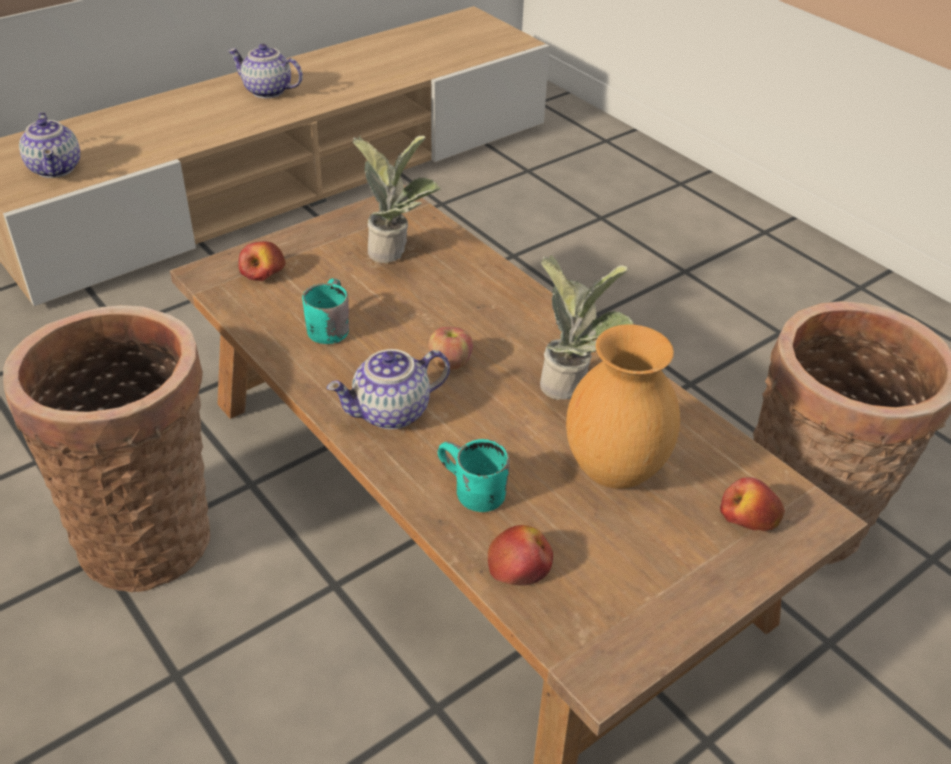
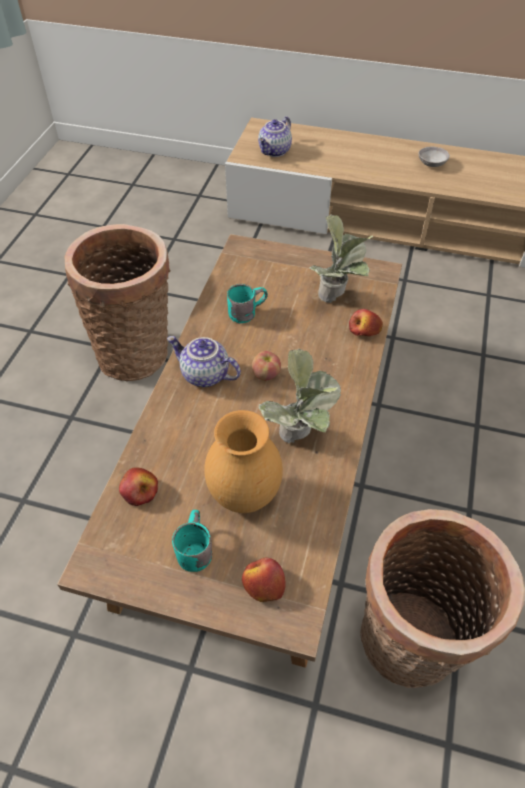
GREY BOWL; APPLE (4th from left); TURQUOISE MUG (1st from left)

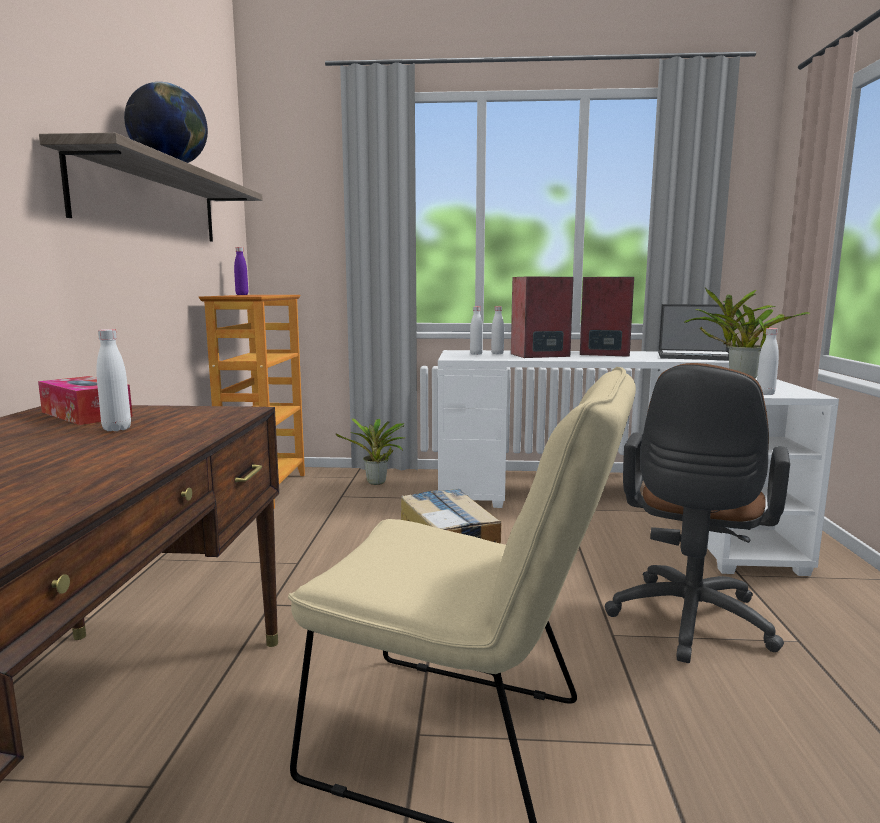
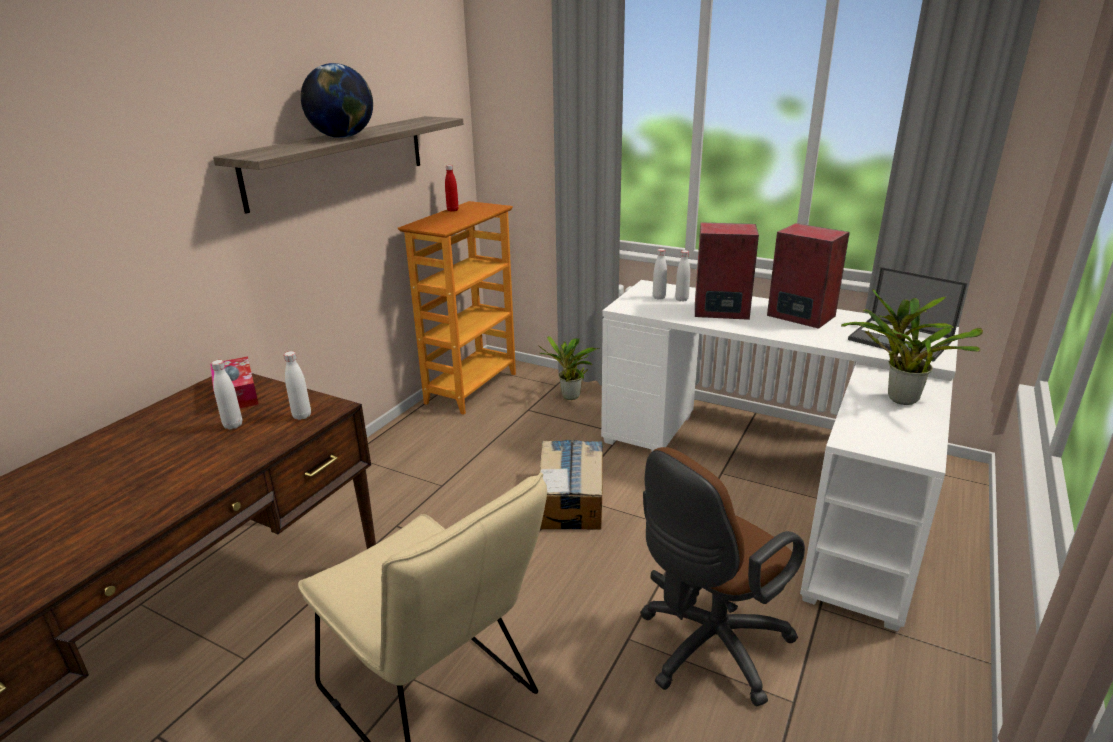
RED BOTTLE; WHITE BOTTLE (2nd from left)

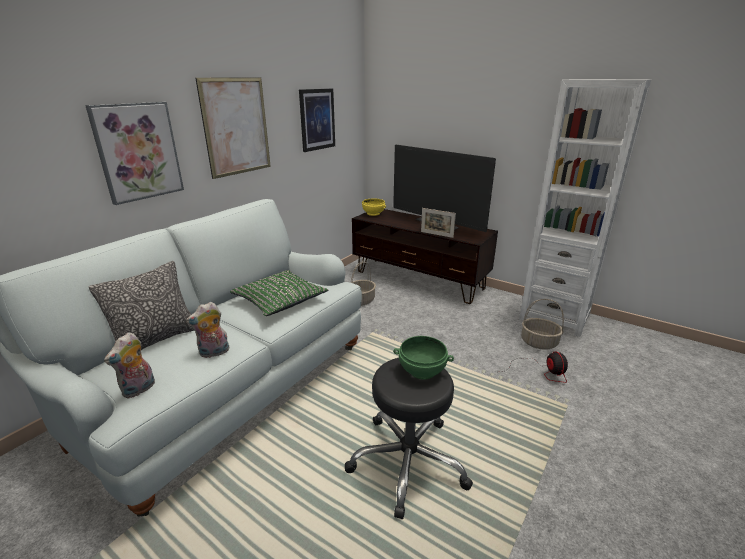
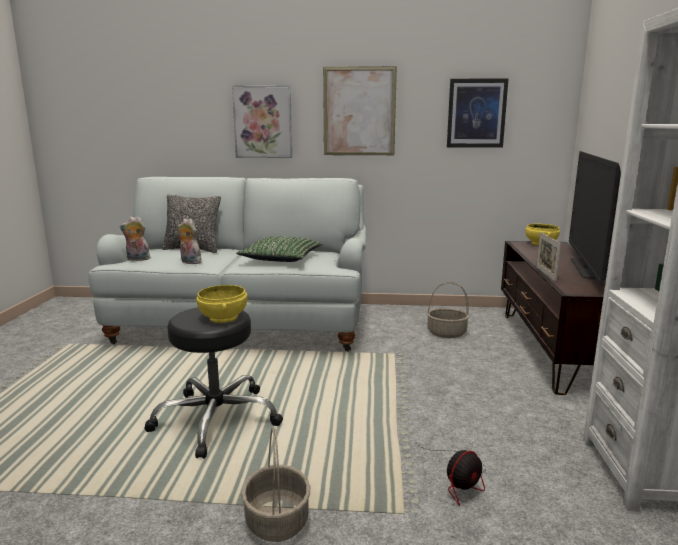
YELLOW BOWL (1st from left); BASKET (1st from left)

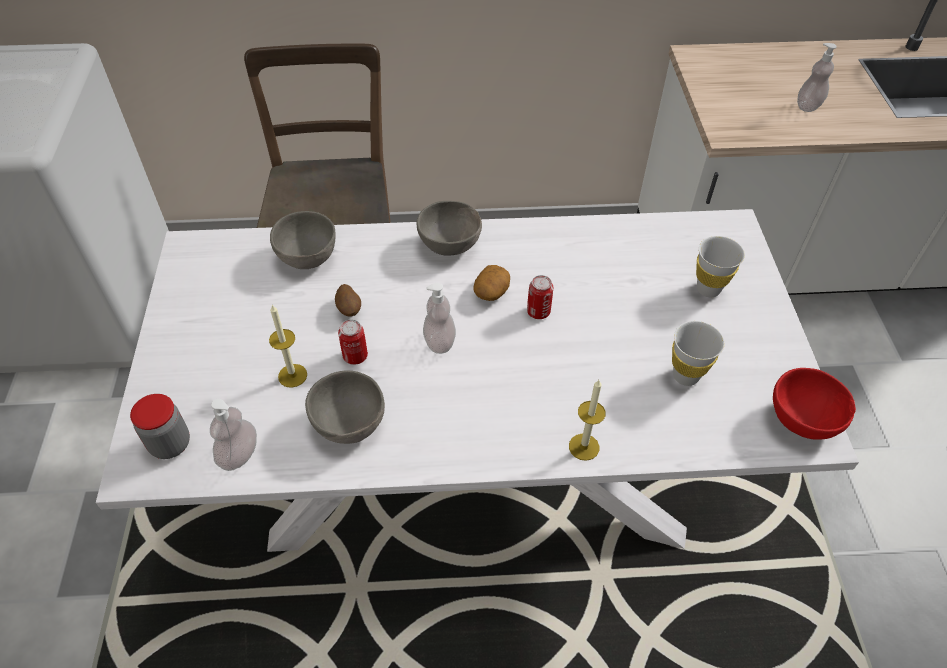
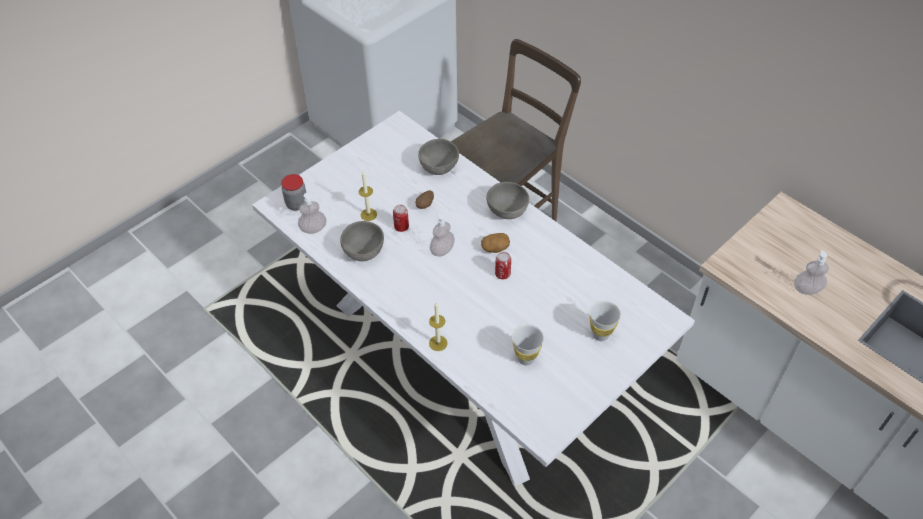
RED BOWL

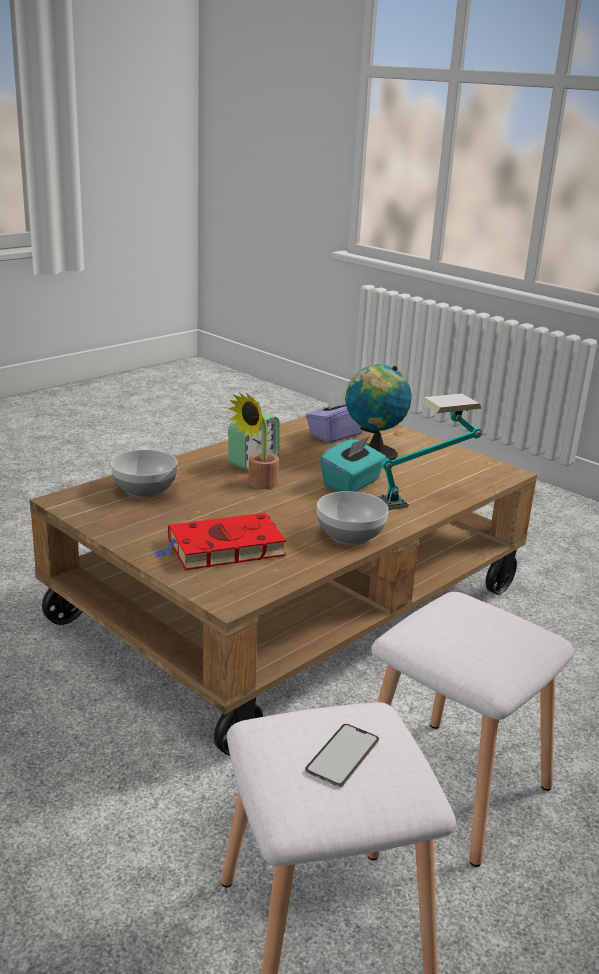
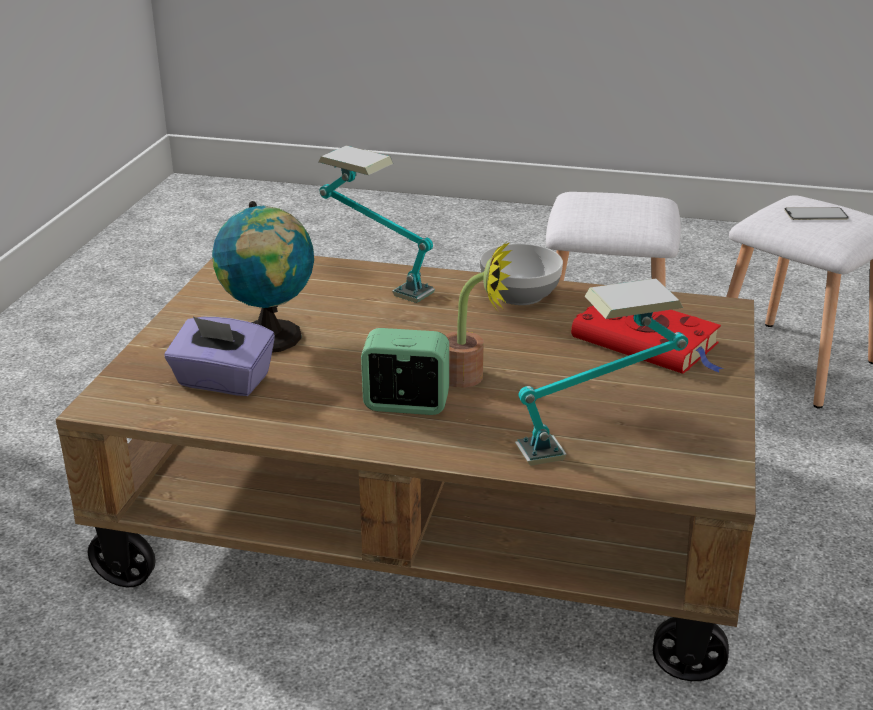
TABLE LAMP (2nd from left); TURQUOISE TISSUE BOX

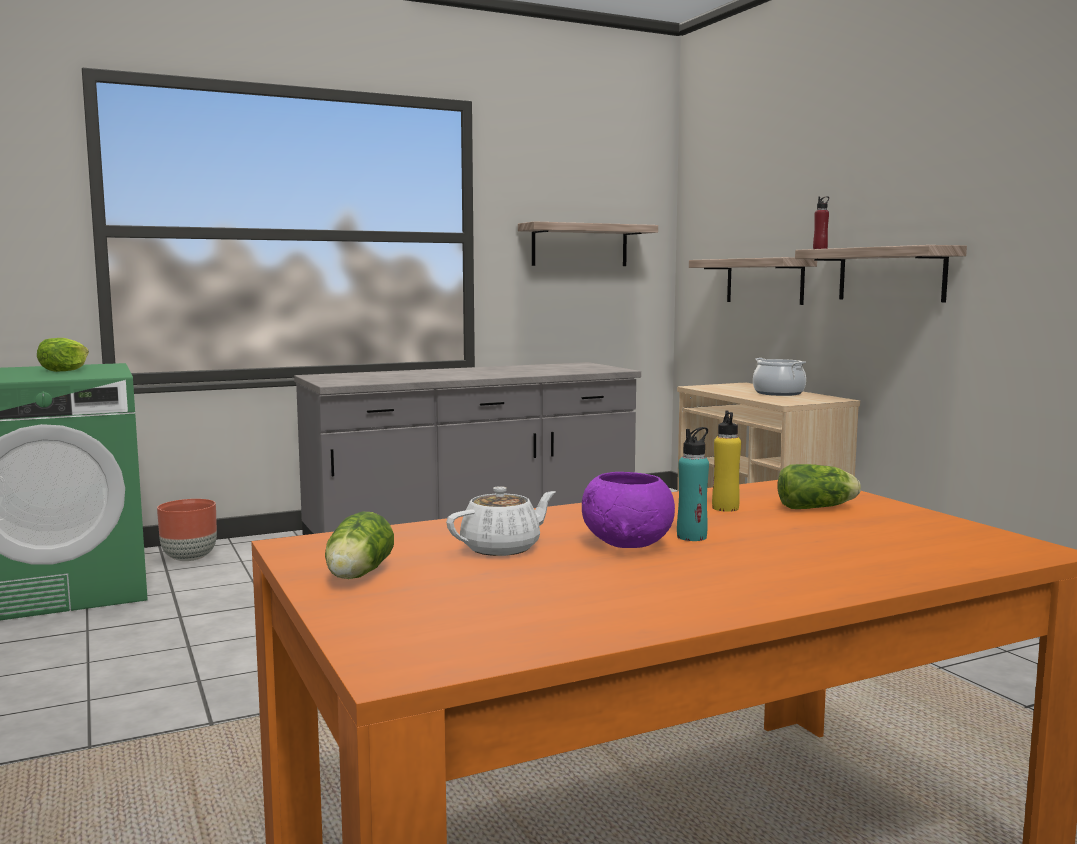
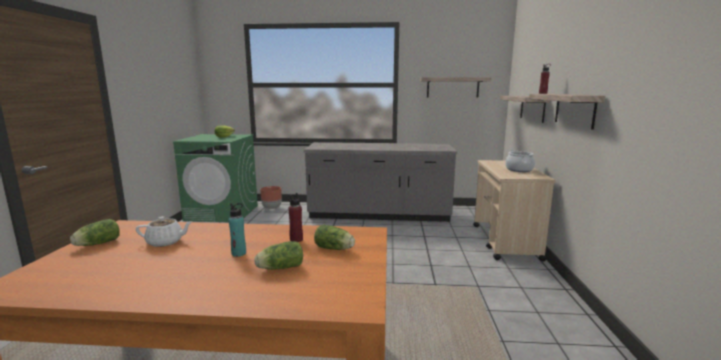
PURPLE BOWL; RED BOTTLE (1st from left); LETTUCE (3rd from left)

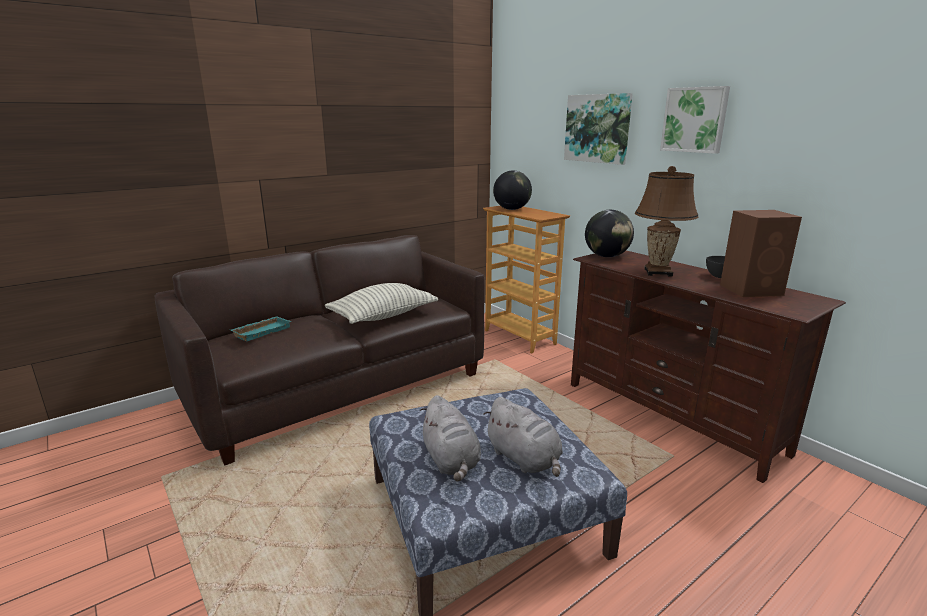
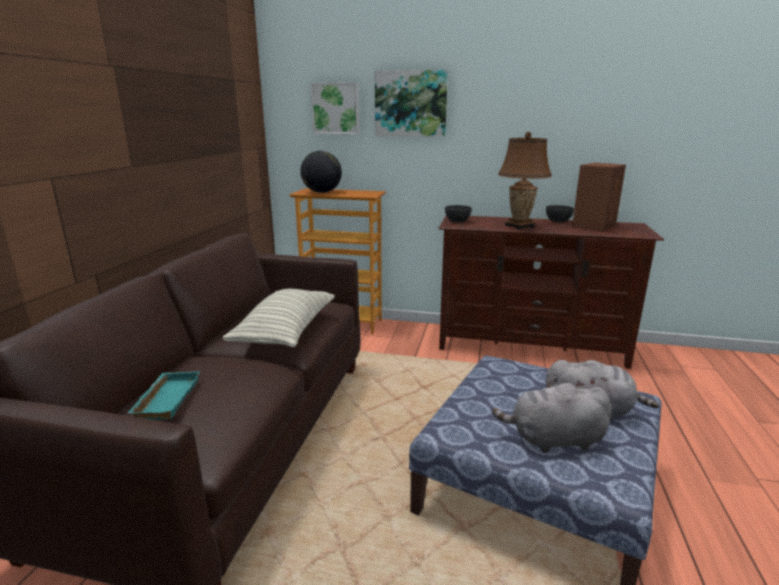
GREY PLUSH TOY (1st from left); GREY BOWL (1st from left); PICTURE (1st from left)

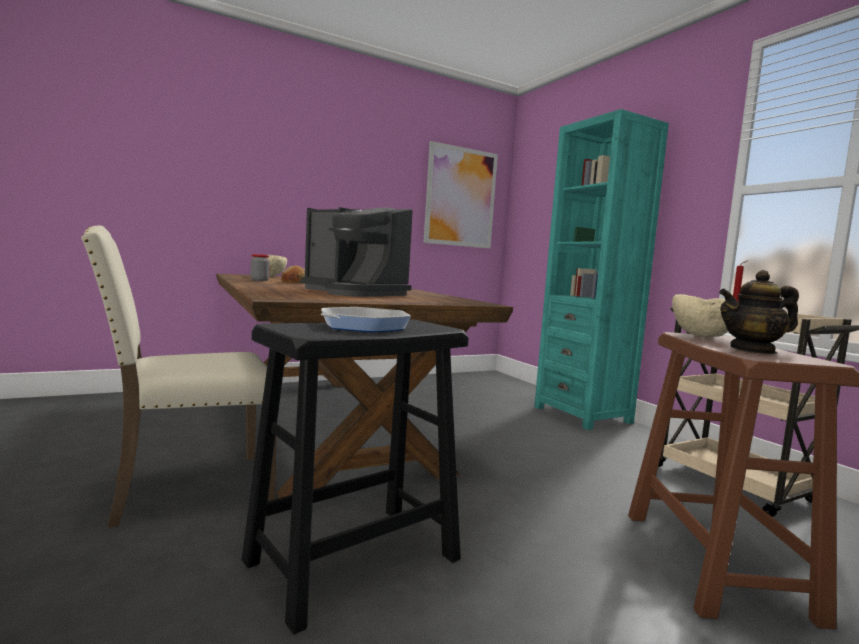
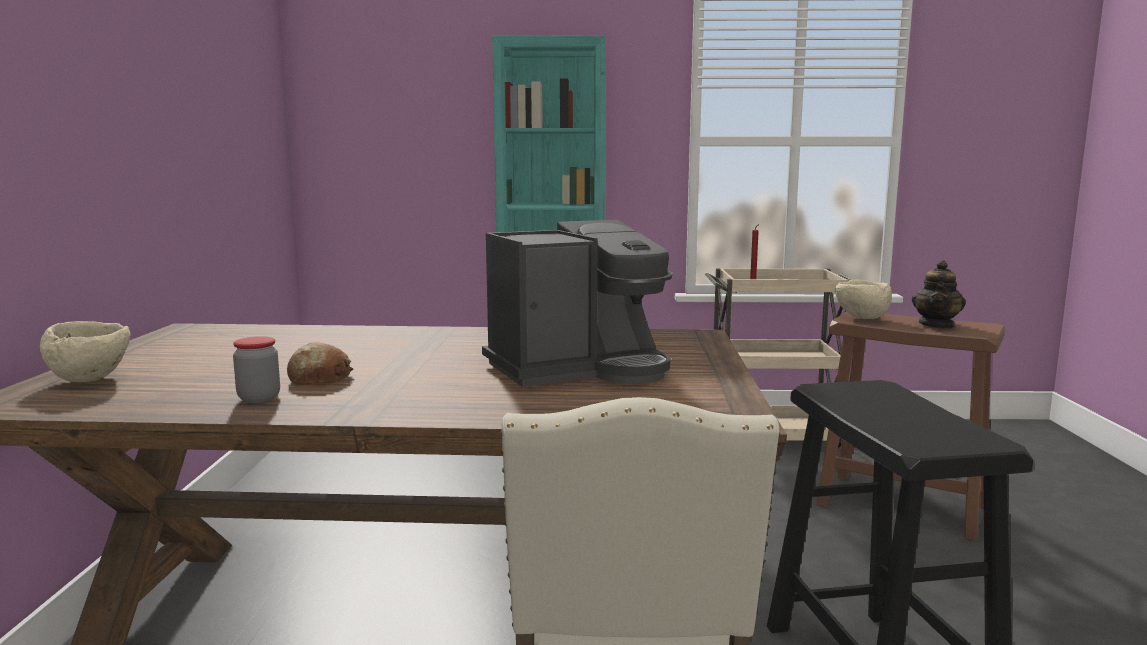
FRYING PAN; PICTURE

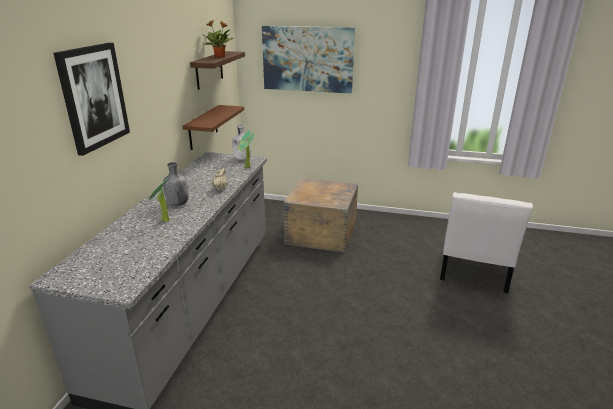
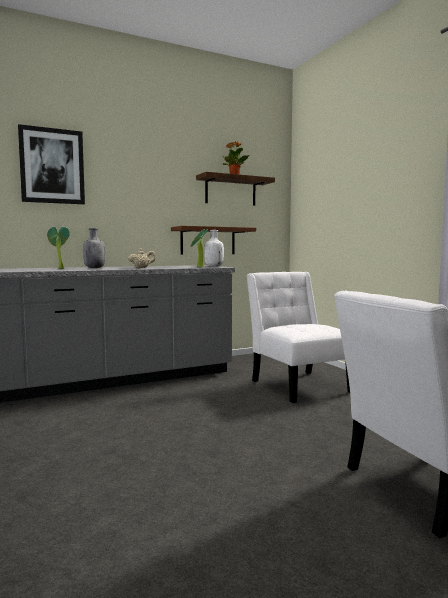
PICTURE (2nd from left in the first image); WHITE CHAIR (1st from left)

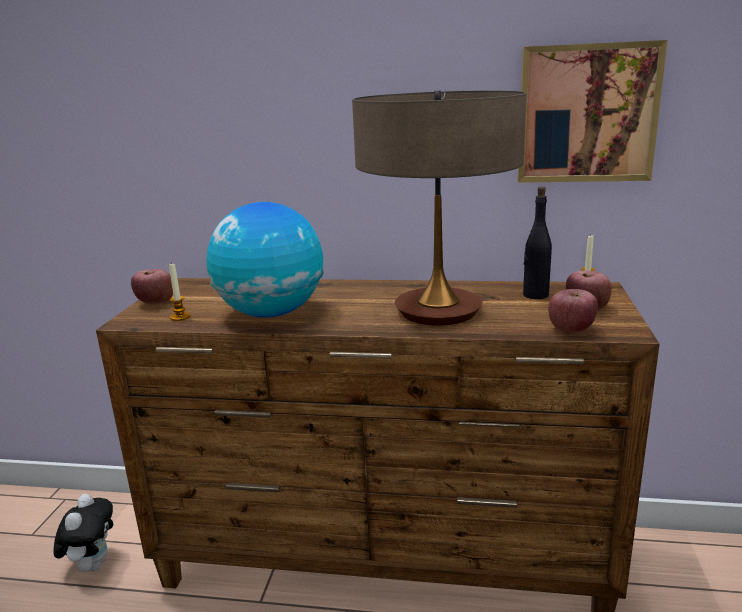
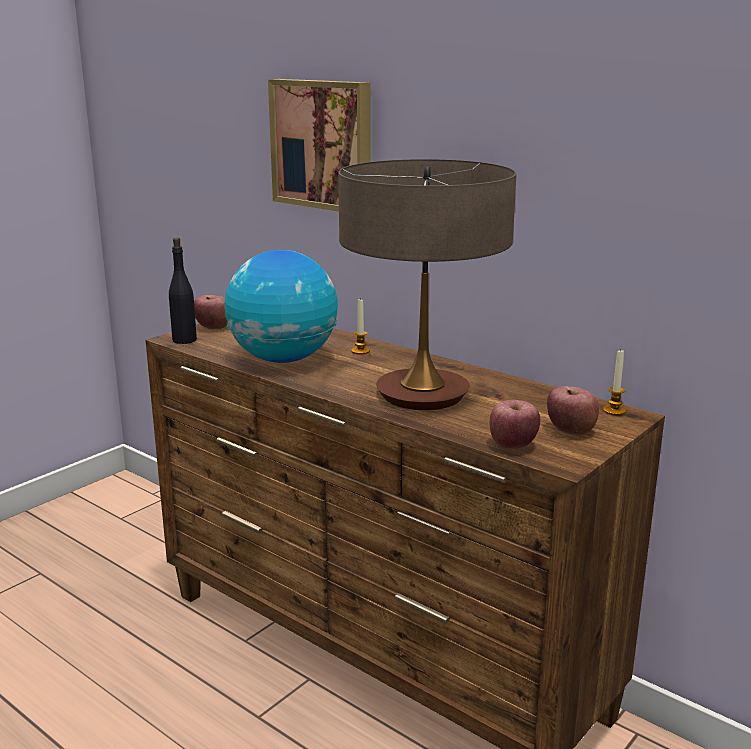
PLUSH TOY; CANDLE (1st from left); PICTURE; BLACK BOTTLE

